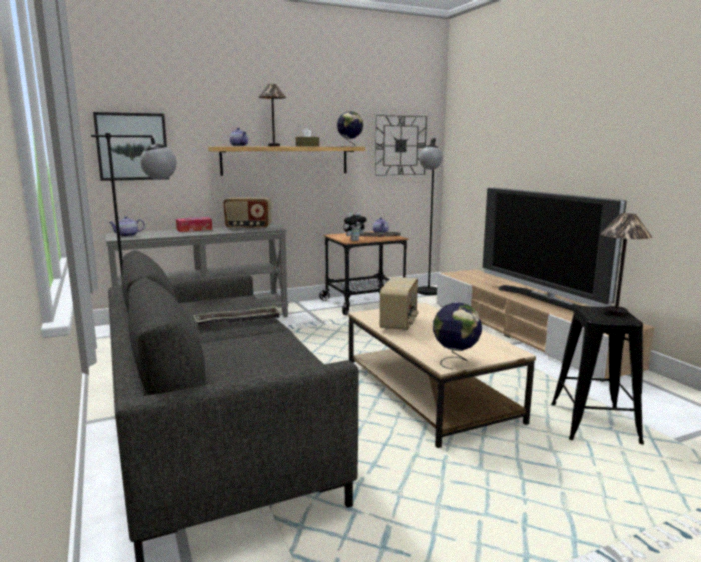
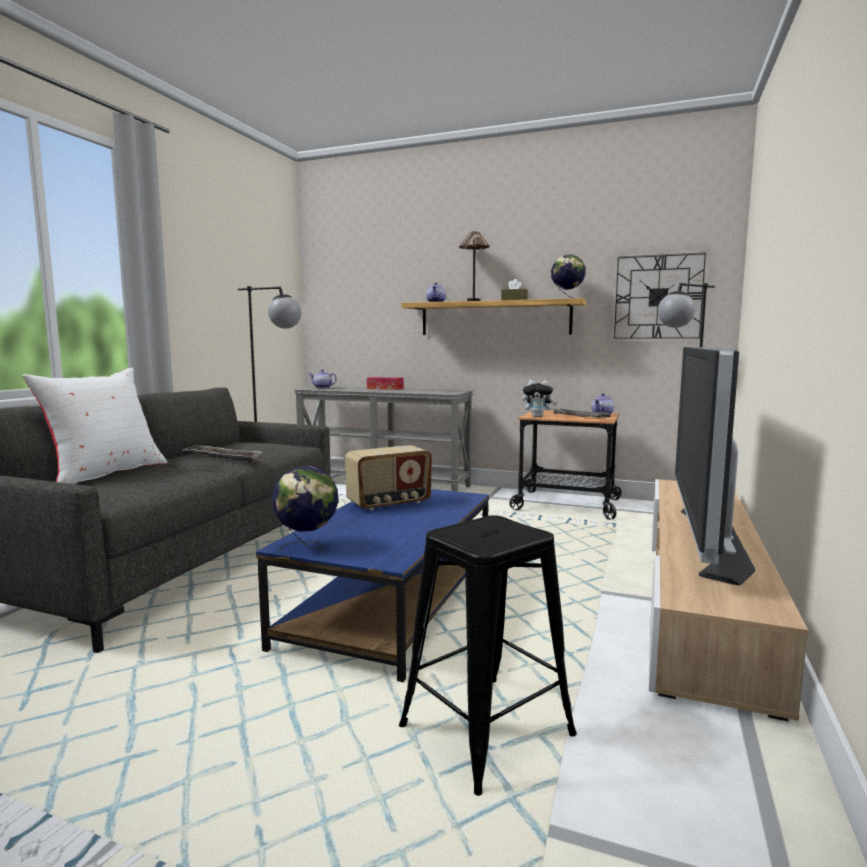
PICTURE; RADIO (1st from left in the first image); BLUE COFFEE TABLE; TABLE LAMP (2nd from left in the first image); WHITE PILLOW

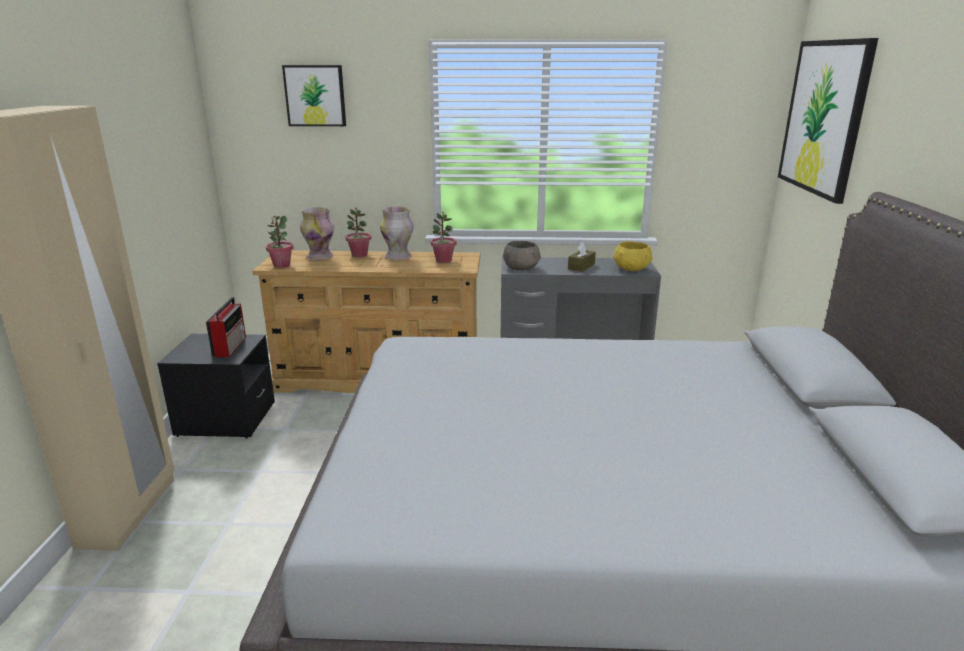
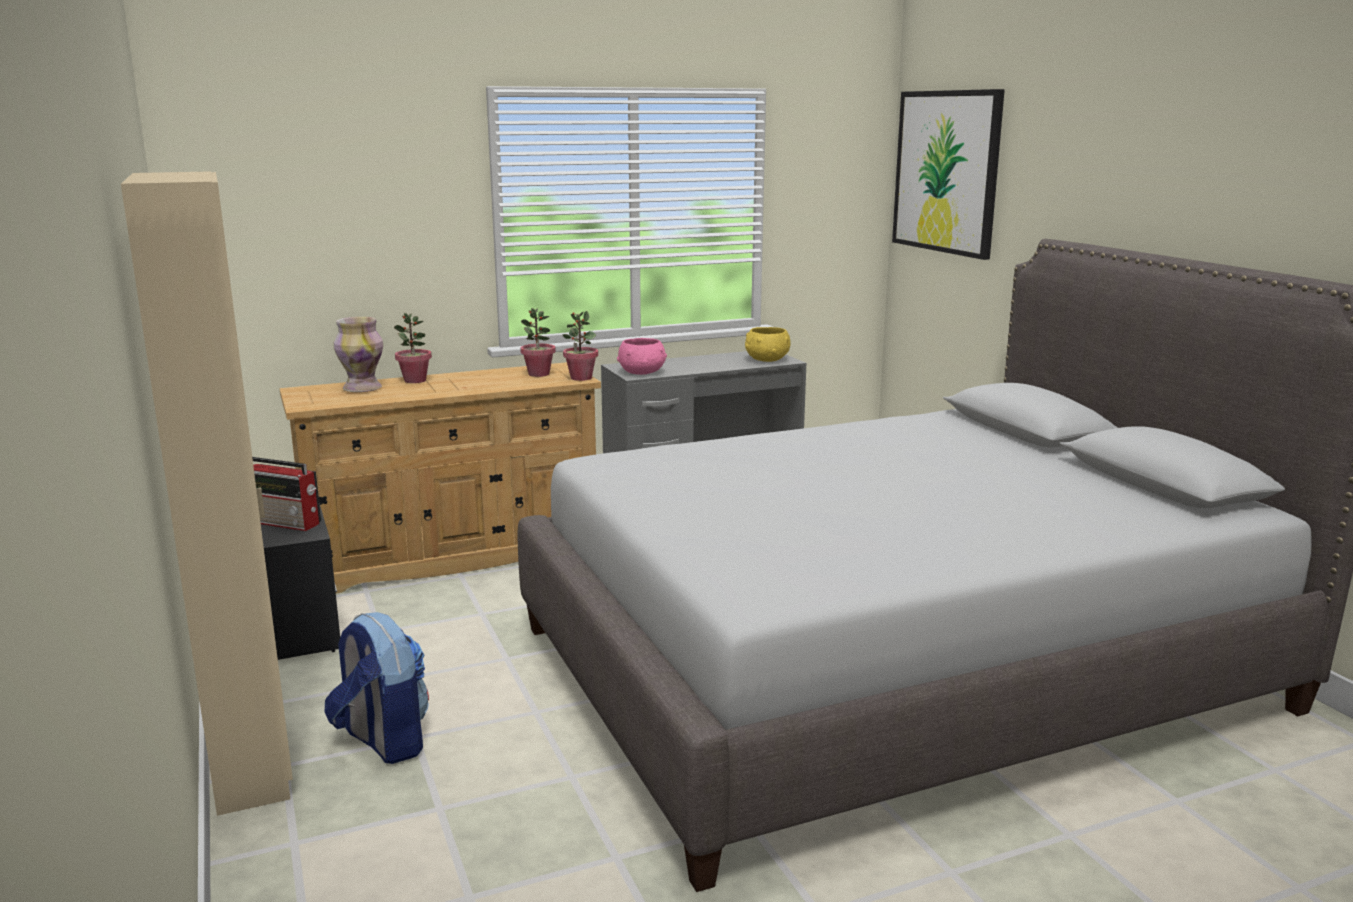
RADIO; POTTED PLANT (3rd from left); PICTURE (1st from left in the first image); VASE (2nd from left in the first image); PINK BOWL; BROWN TISSUE BOX; BACKPACK

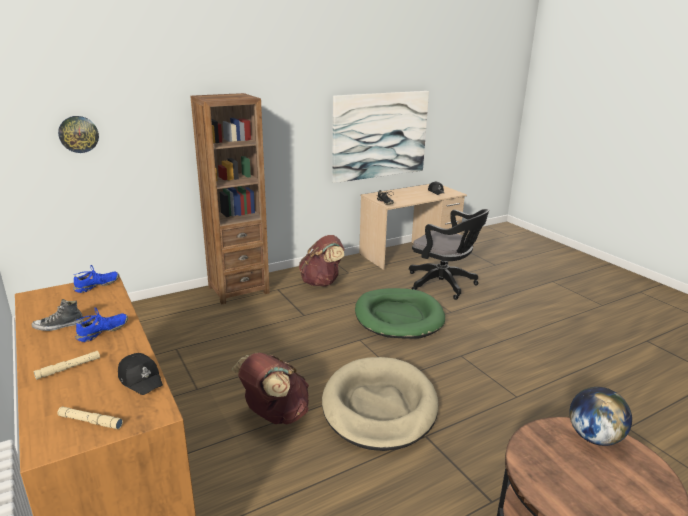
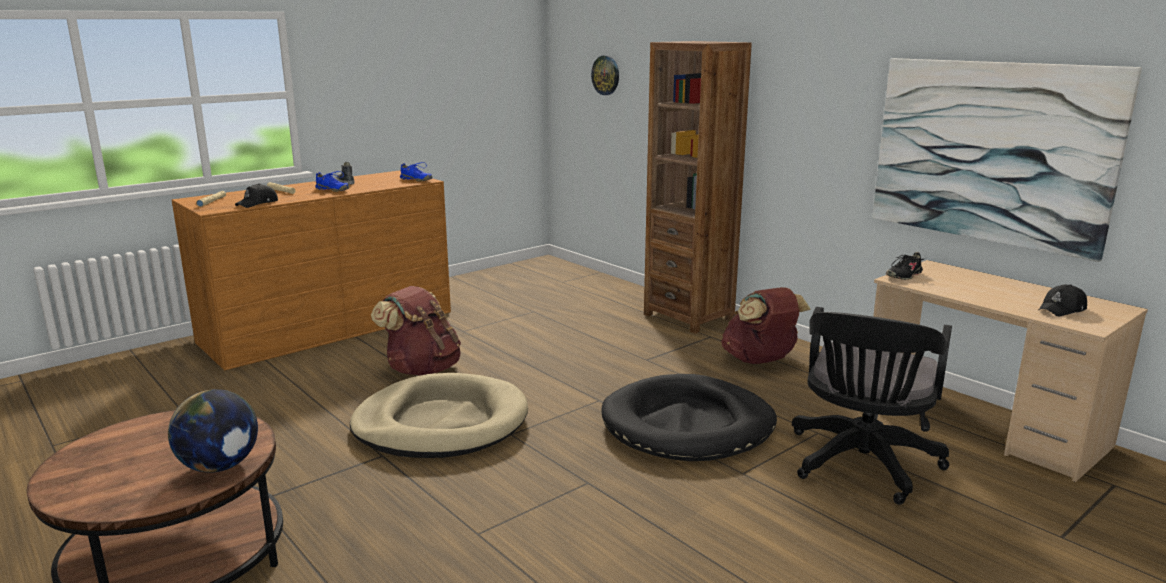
BLACK DOG BED

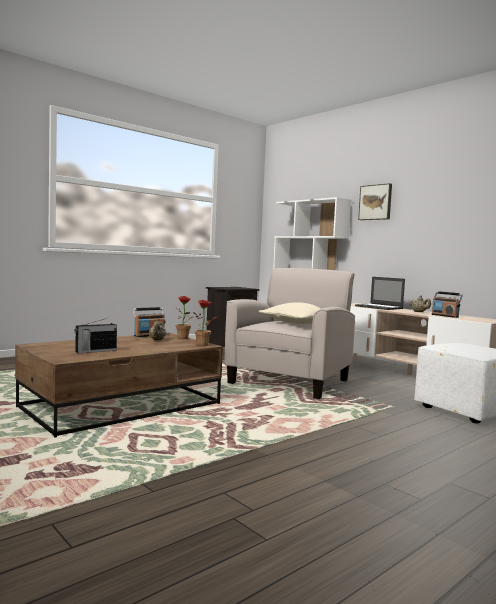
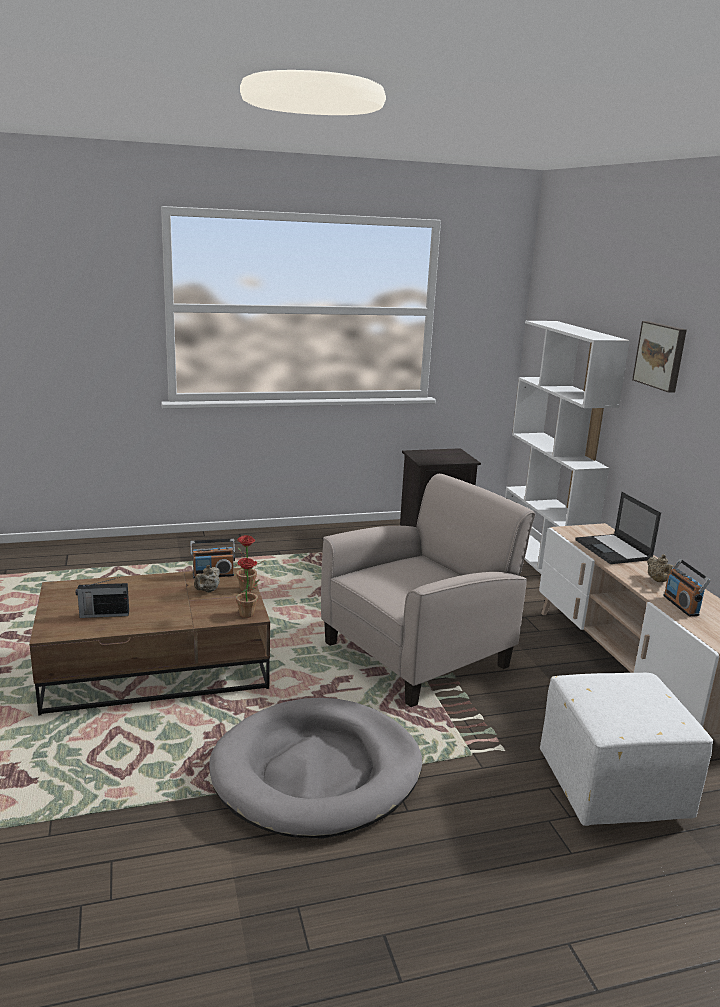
BEIGE PILLOW; GREY DOG BED

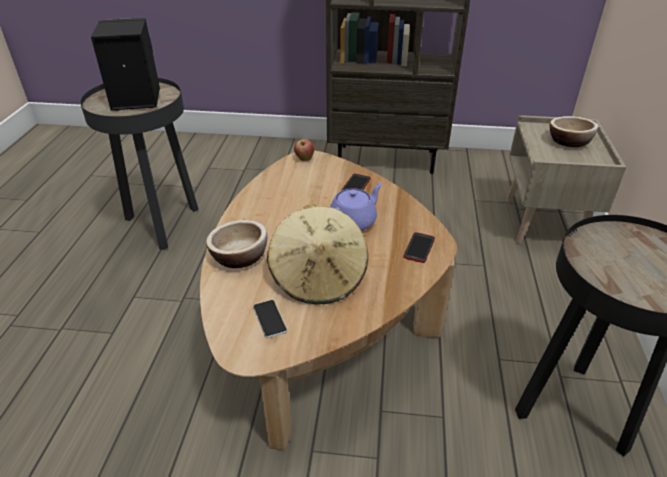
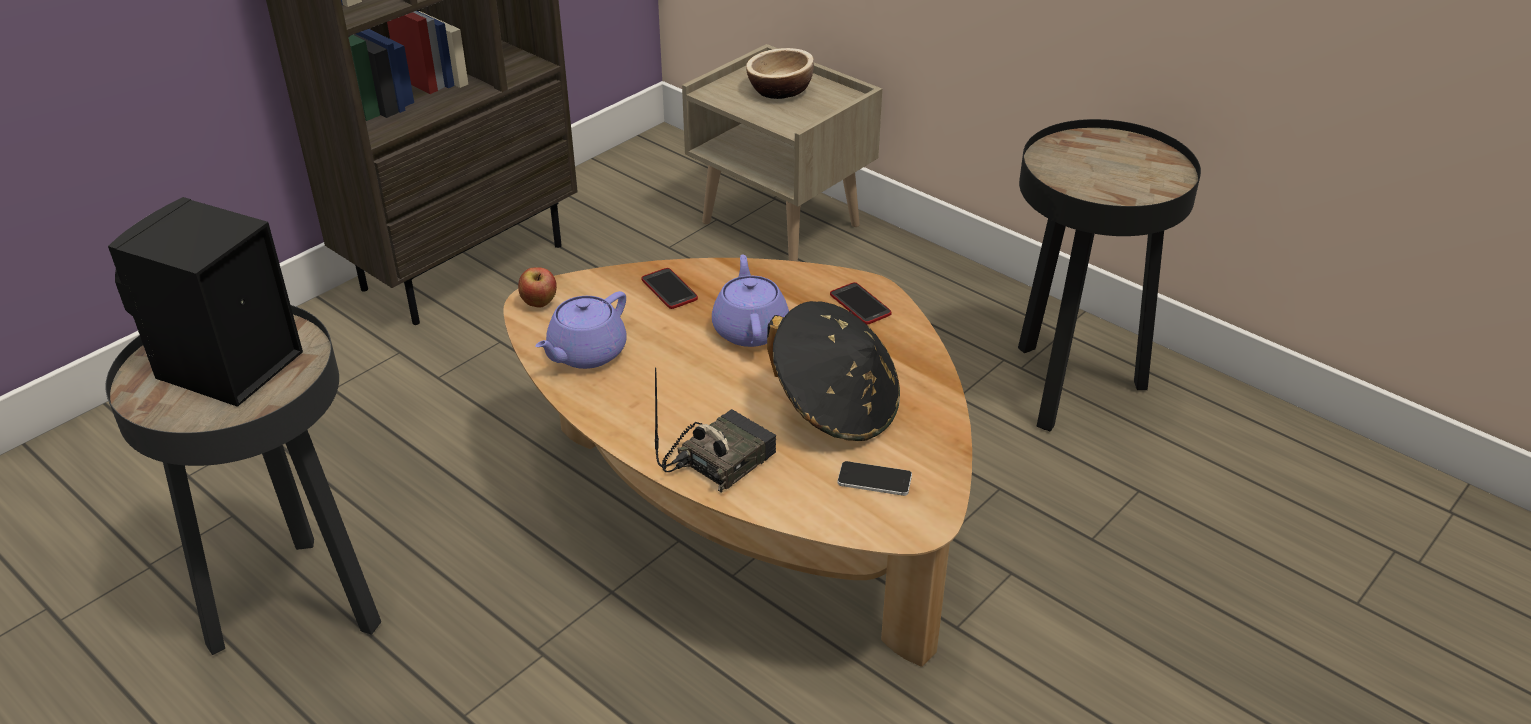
RADIO; BLACK HAT; PURPLE TEAPOT (1st from left)

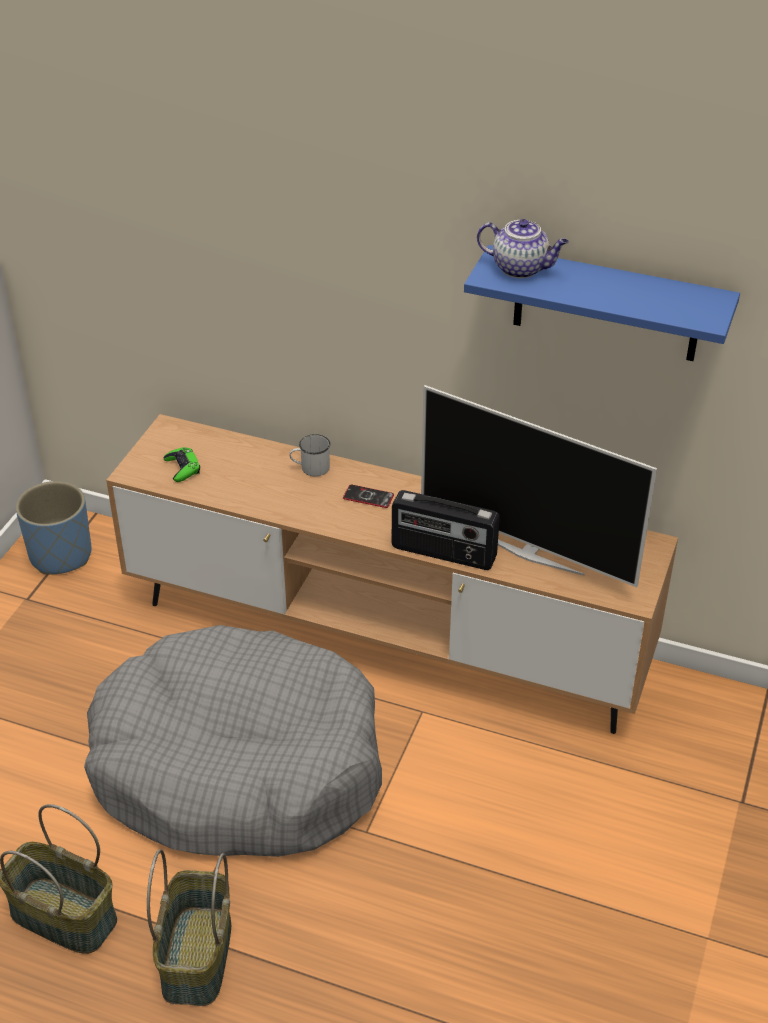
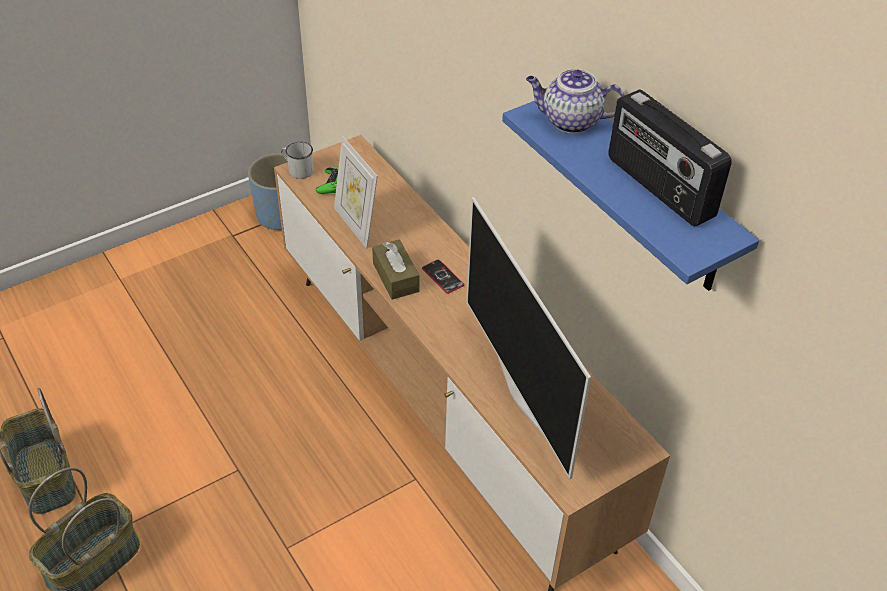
GREY DOG BED; WHITE MUG; RADIO; TEAPOT; PICTURE FRAME; BROWN TISSUE BOX

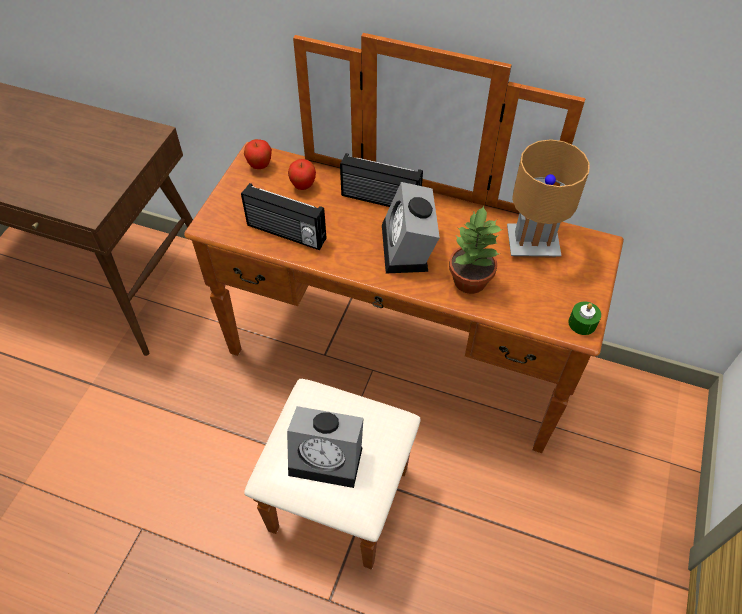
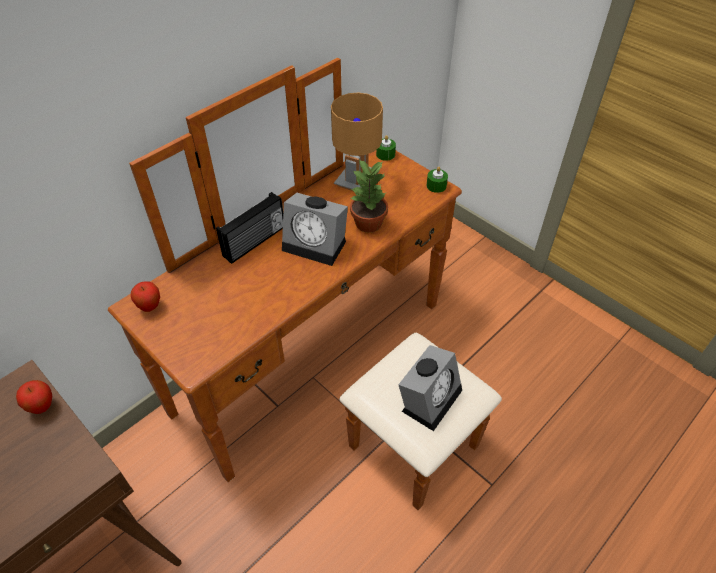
RADIO (1st from left in the first image); APPLE (1st from left); GREEN CANDLE (1st from left)

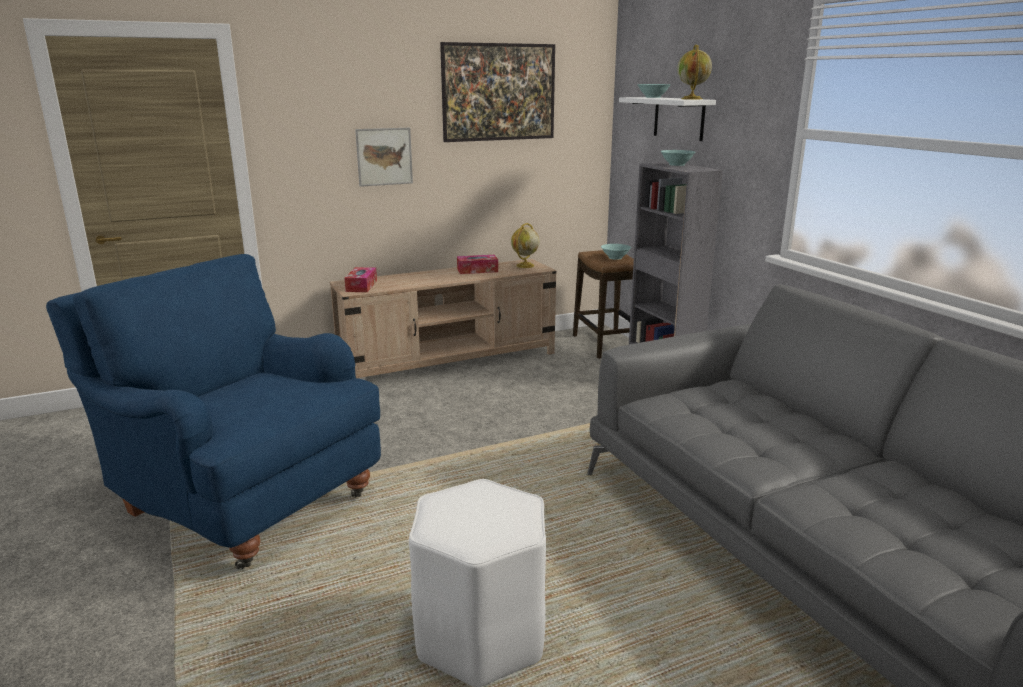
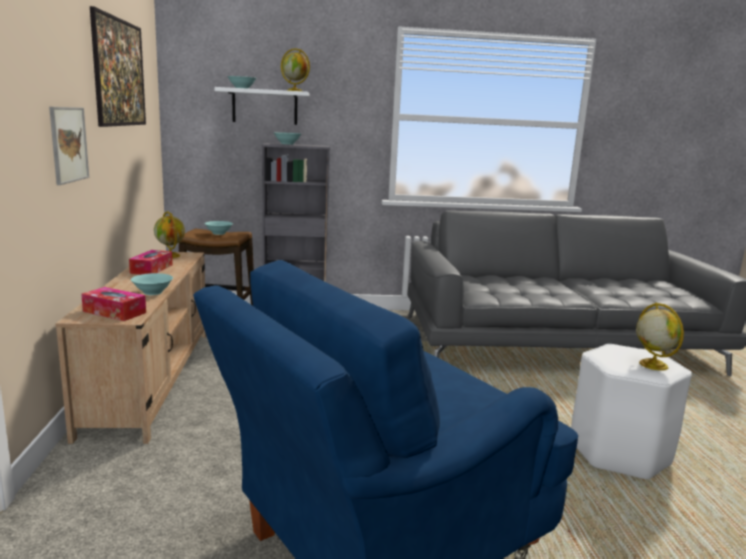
TURQUOISE BOWL (1st from left); GLOBE (3rd from left)

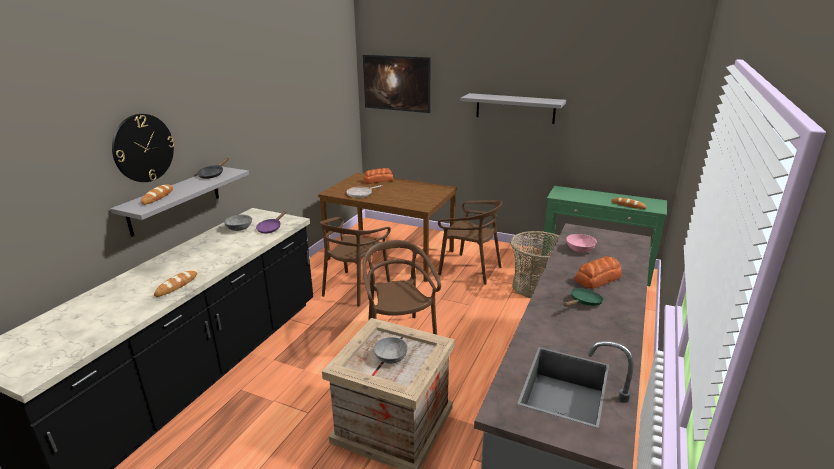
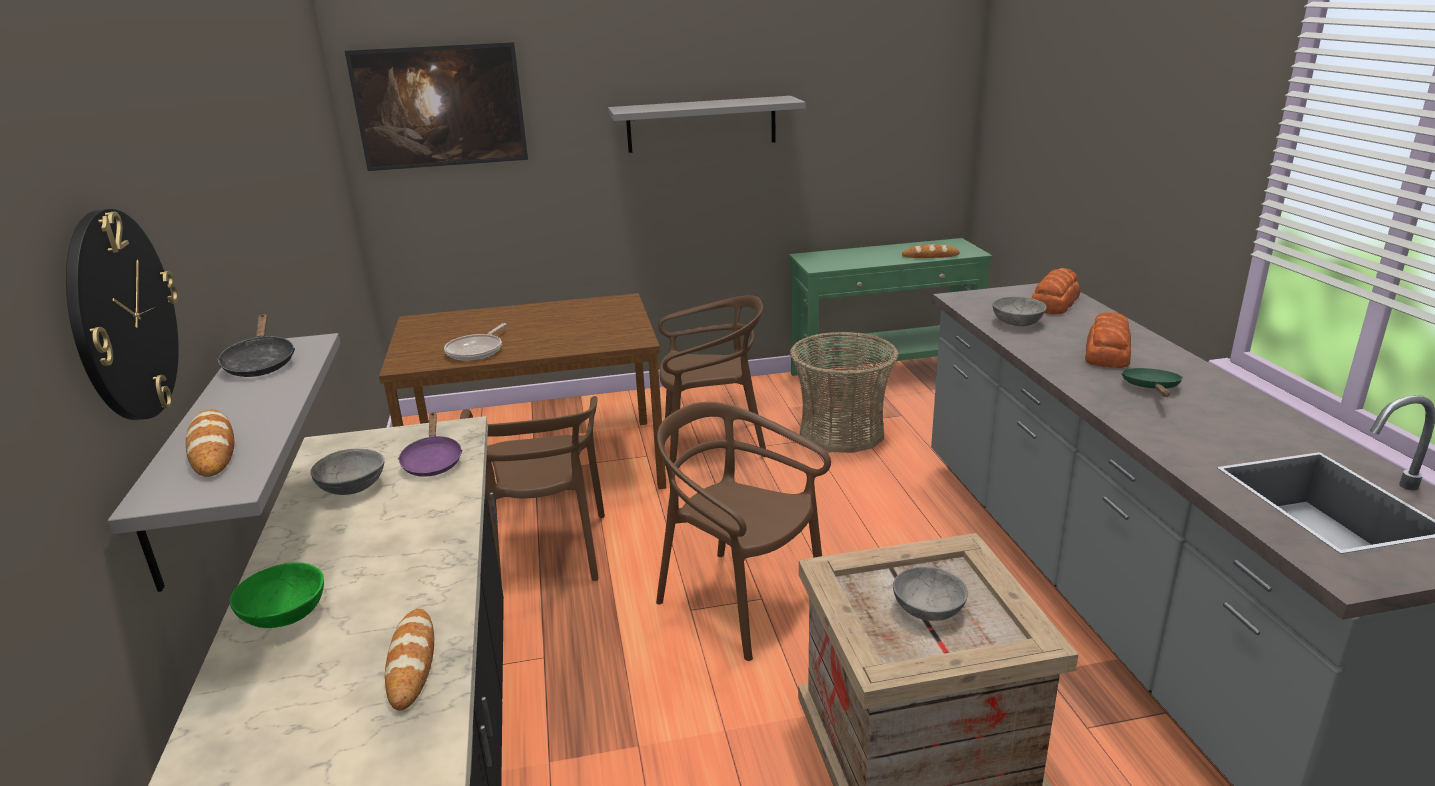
BREAD (4th from left); GREY BOWL (3rd from left); GREEN BOWL

